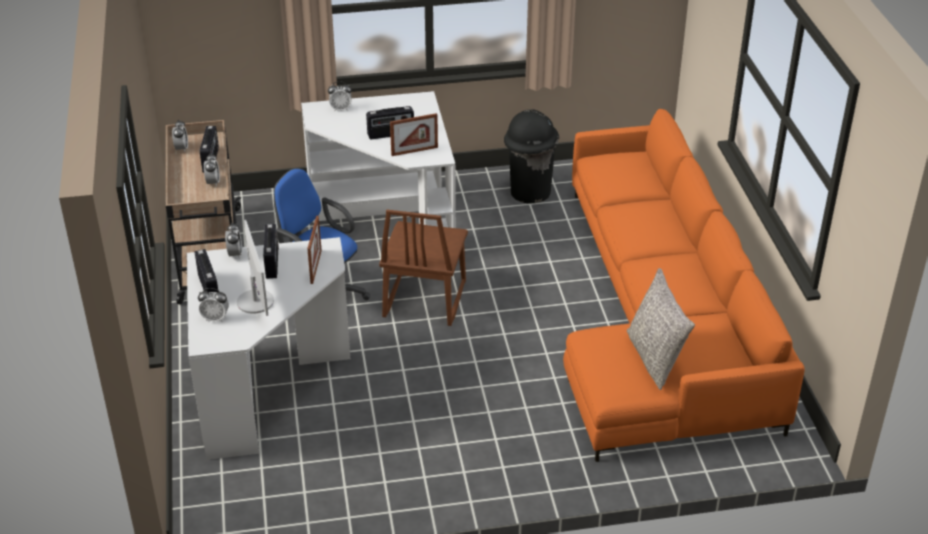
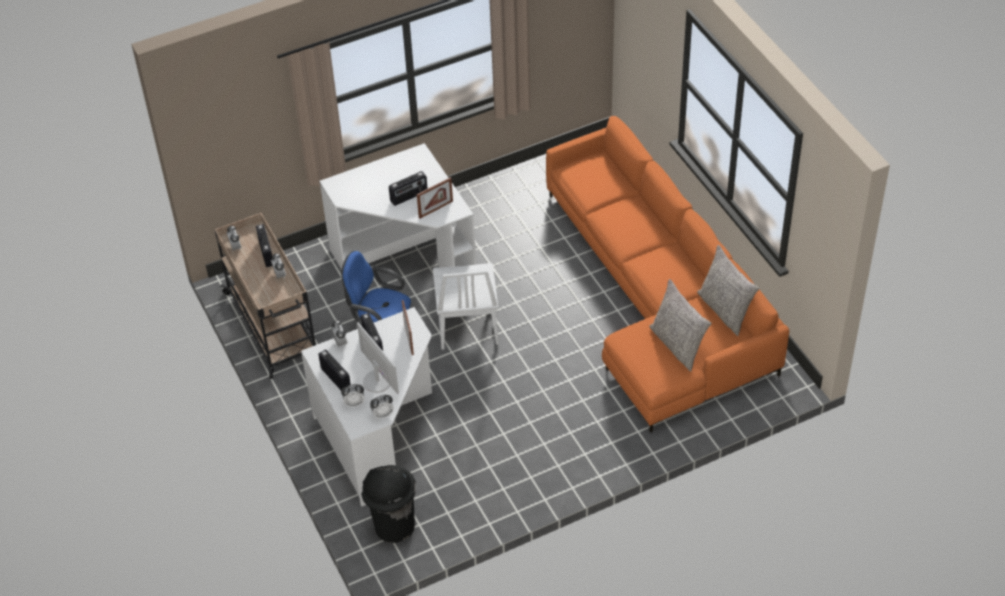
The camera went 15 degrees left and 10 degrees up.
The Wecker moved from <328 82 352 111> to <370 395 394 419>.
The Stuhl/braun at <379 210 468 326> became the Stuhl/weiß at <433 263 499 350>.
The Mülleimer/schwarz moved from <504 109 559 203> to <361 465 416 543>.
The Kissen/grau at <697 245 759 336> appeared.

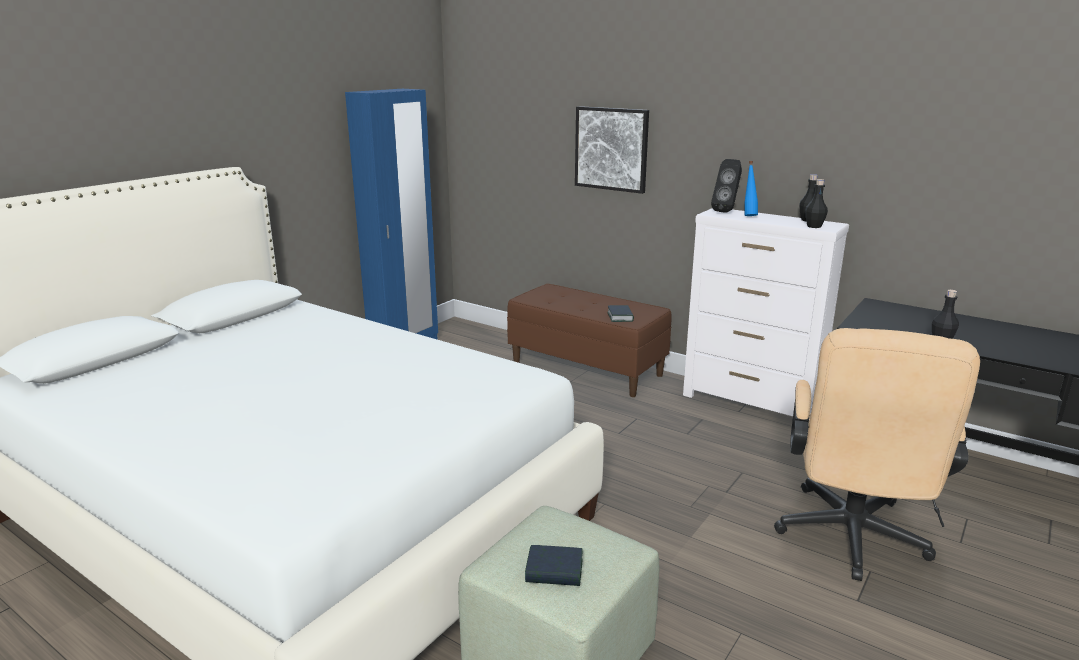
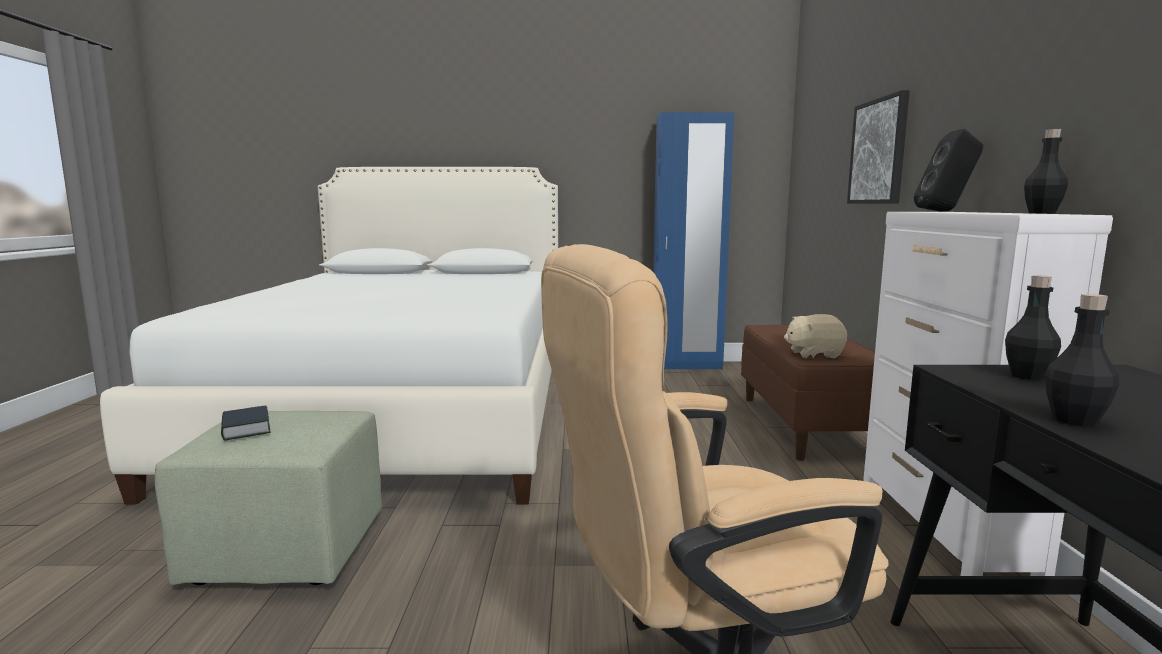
The camera went 55 degrees right and 10 degrees down.
The Buch at <608 305 634 322> was replaced by the Plüschtier/beige at <784 314 847 358>.
The Flasche/blau at <744 161 758 216> disappeared.
The Flasche/schwarz moved from <805 179 828 228> to <1005 275 1061 380>.

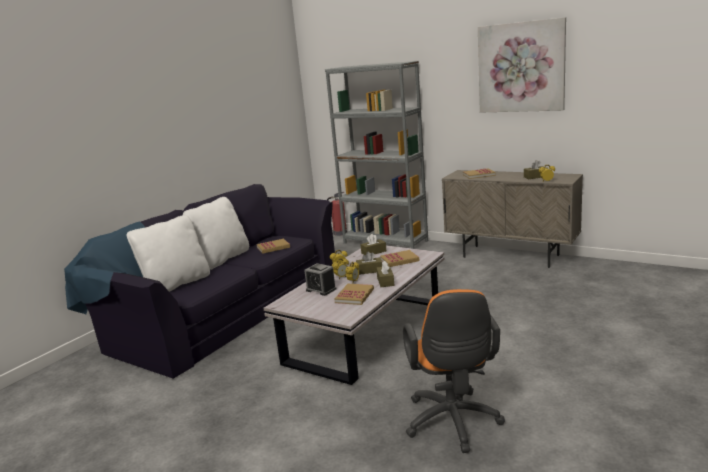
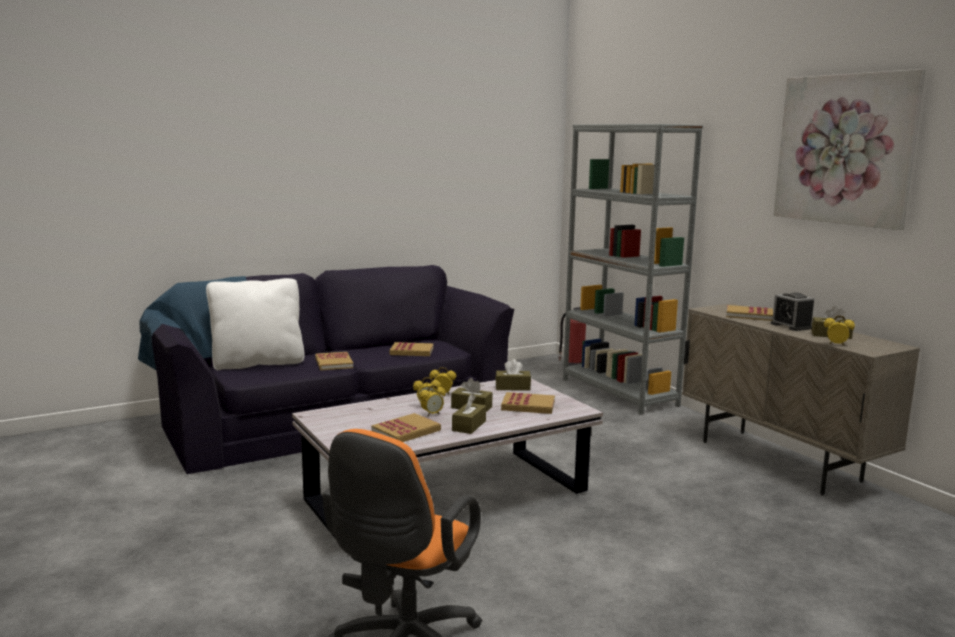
The camera went 25 degrees right and 5 degrees down.
The Kissen/weiß at <183 197 249 270> disappeared.
The Wecker moved from <304 263 337 296> to <771 293 814 331>.
The Buch at <315 352 353 370> appeared.

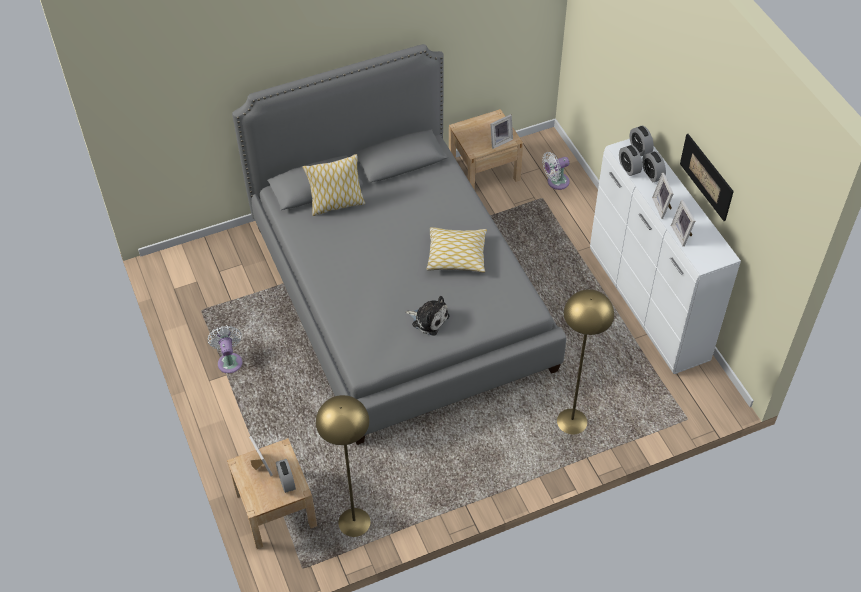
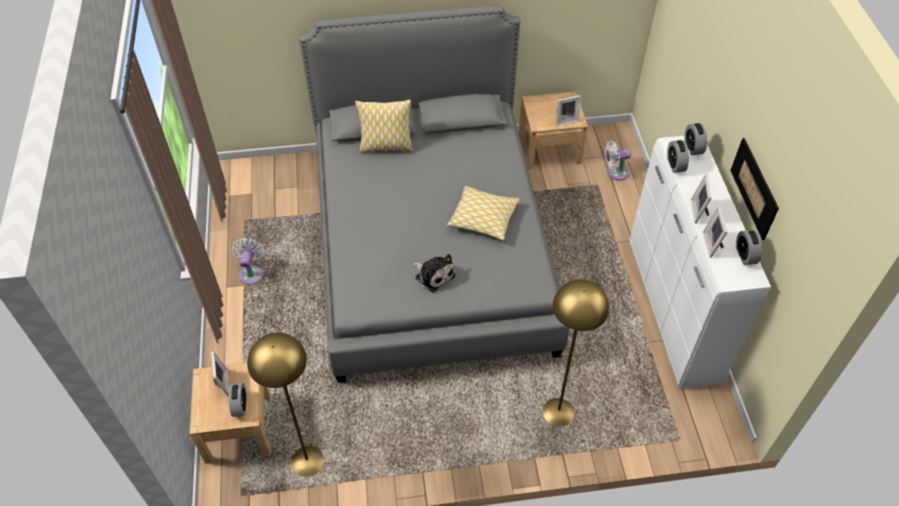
The camera went 15 degrees right and 0 degrees up.
The Wecker moved from <642 151 666 182> to <736 230 762 265>.

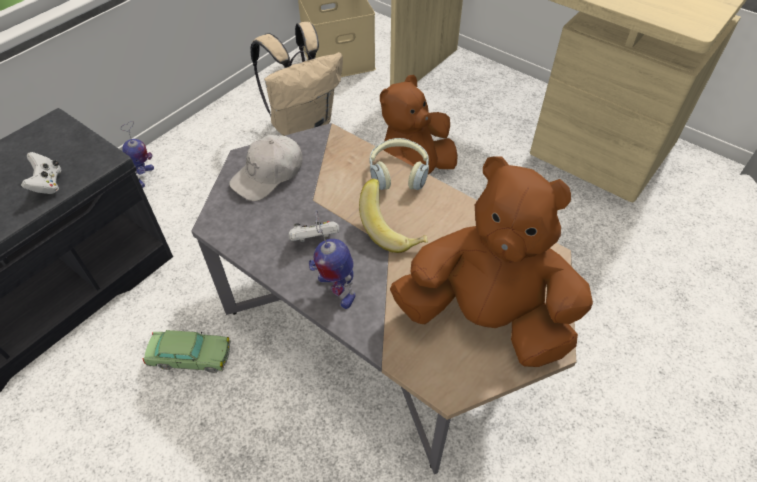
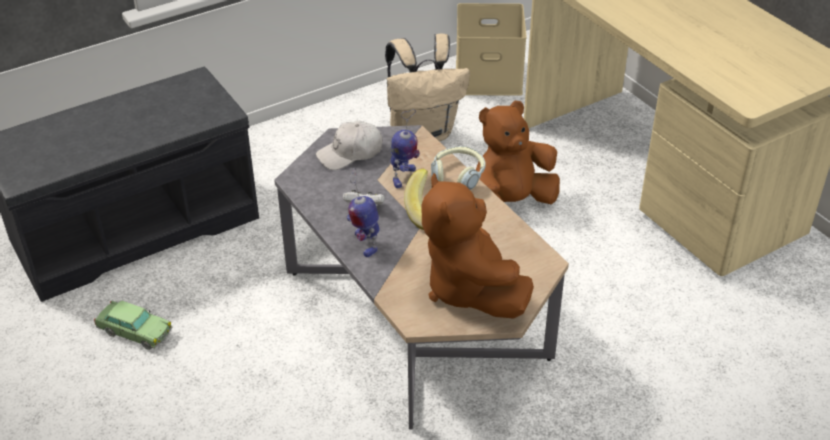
The camera went 20 degrees right and 10 degrees down.
The Gamepad/weiß at <21 152 61 194> disappeared.
The Spielzeugroboter moved from <121 121 154 188> to <390 109 420 188>.
The Spielzeugauto moved from <143 330 231 373> to <94 300 173 350>.
The Plüschtier/braun at <390 156 593 367> turned 150 degrees counterclockwise.

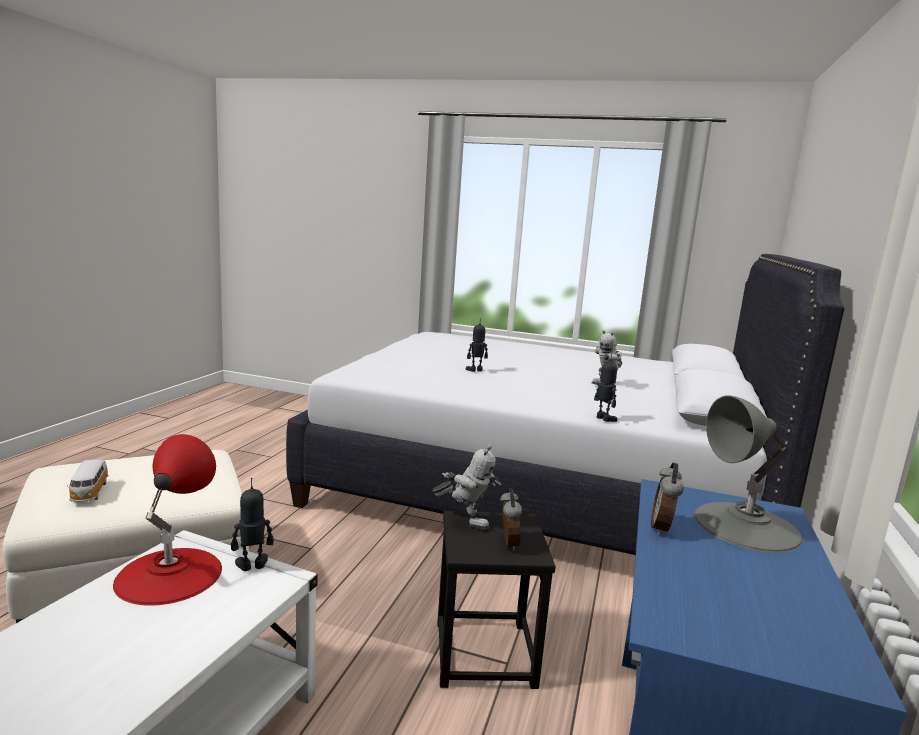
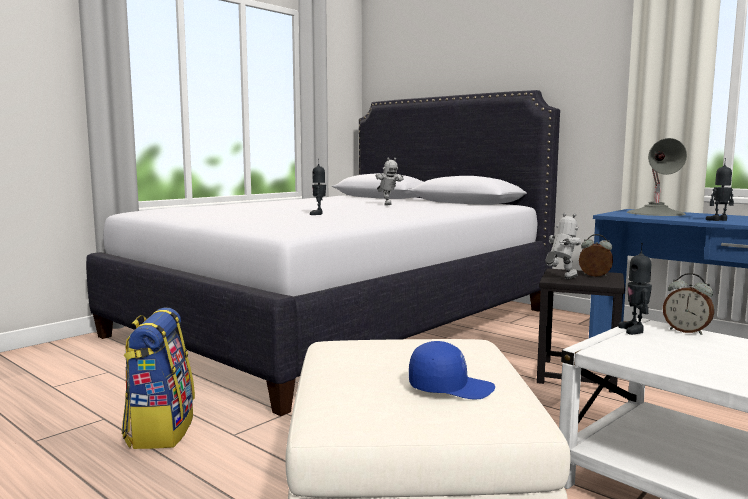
The camera went 65 degrees left and 5 degrees down.
The Spielzeugauto at <67 459 109 502> was replaced by the Kappe/blau at <409 341 495 399>.
The Tischlampe/rot at <113 434 222 606> disappeared.
The Spielzeugroboter moved from <594 353 618 422> to <706 158 734 221>.
The Wecker moved from <651 463 684 535> to <663 273 714 335>.
The Rucksack at <122 308 195 449> appeared.

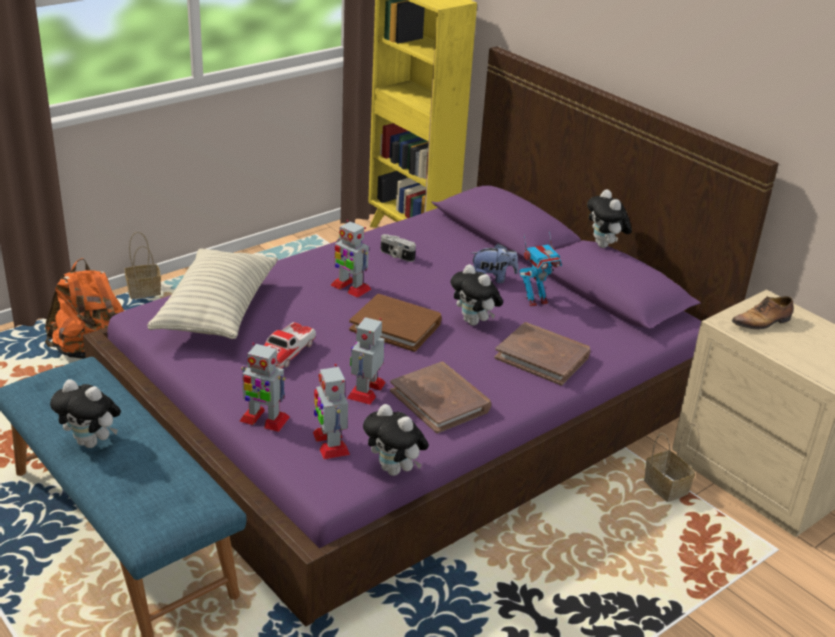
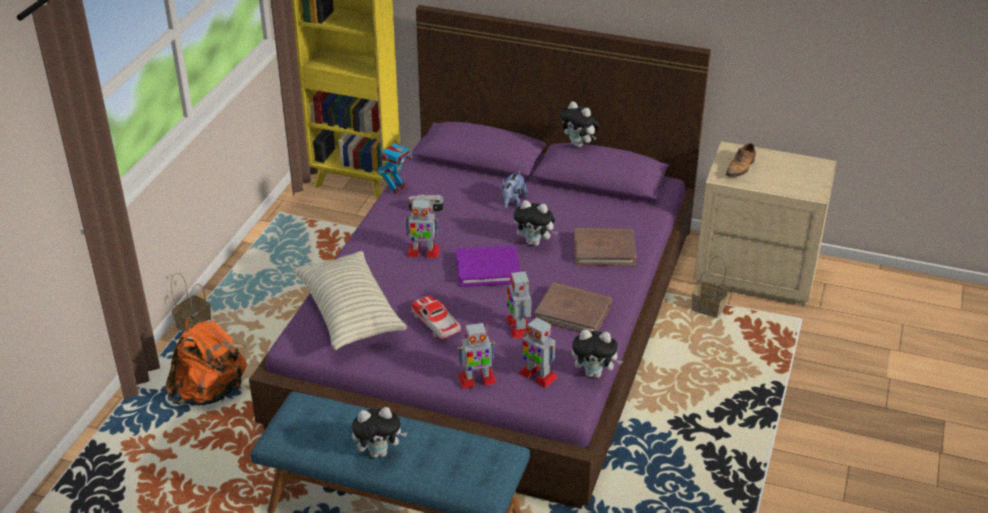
The camera went 30 degrees left and 5 degrees up.
The Spielzeugauto at <264 322 316 369> turned 150 degrees clockwise.
The Buch/braun at <349 294 442 352> became the Buch/lila at <456 245 521 287>.
The Plüschtier at <471 243 518 283> turned 150 degrees clockwise.
The Spielzeugroboter moved from <520 231 562 307> to <377 132 412 194>.

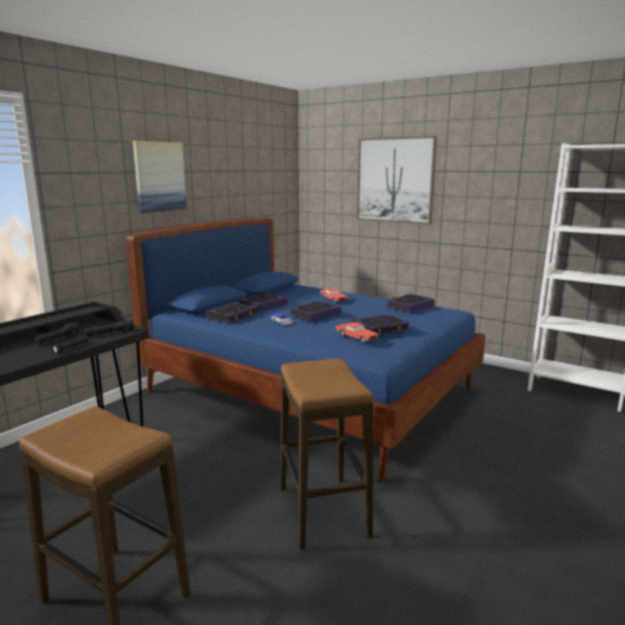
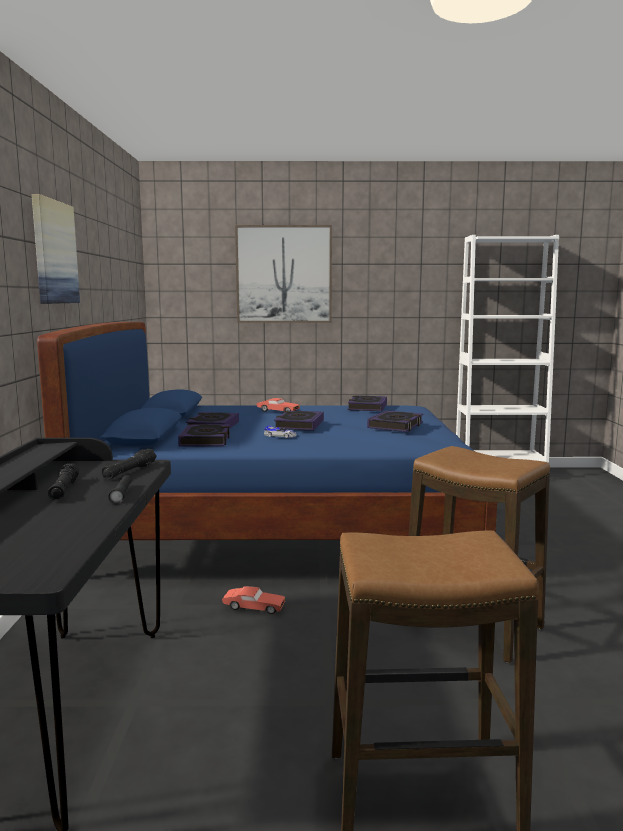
The camera went 35 degrees left and 5 degrees down.
The Spielzeugauto/rot moved from <336 322 378 343> to <222 586 285 614>.

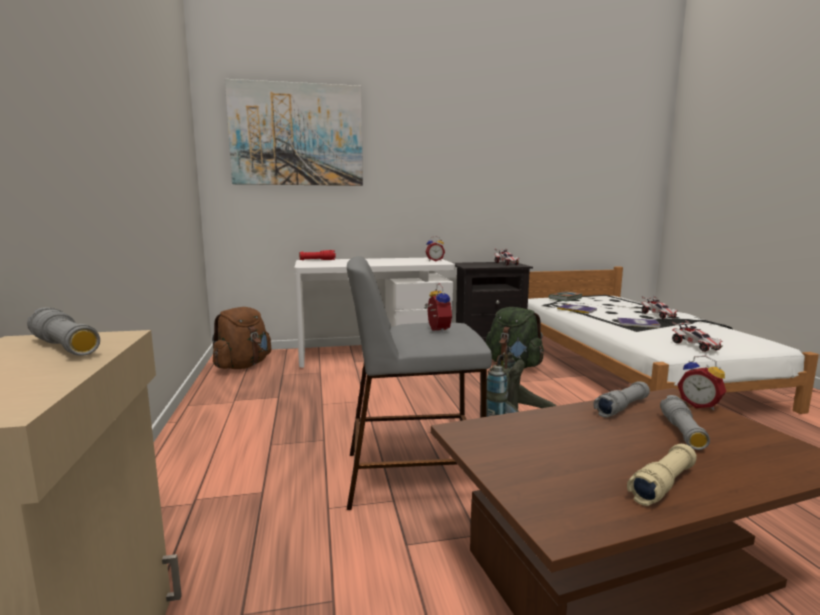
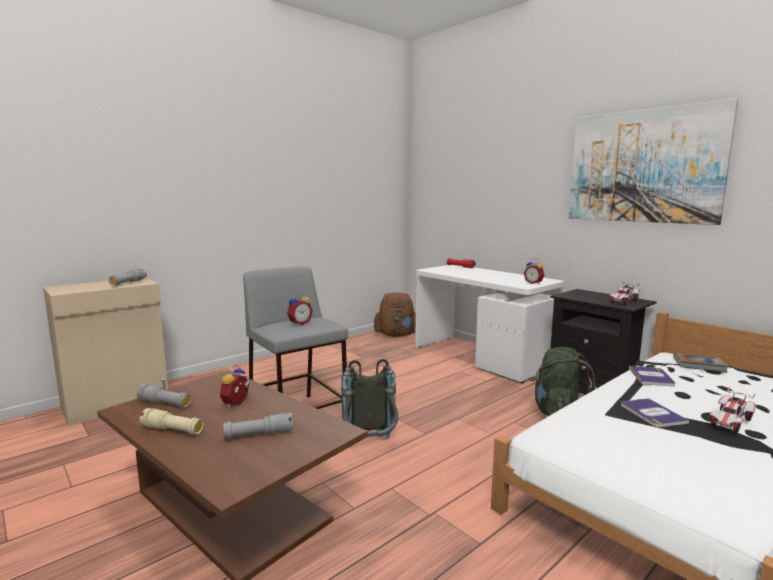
The camera went 60 degrees right and 0 degrees up.
The Bild moved from <225 79 363 186> to <569 98 739 225>.
The Taschenlampe/grau moved from <593 381 650 417> to <136 384 191 407>.
The Spielzeugauto at <672 320 723 352> disappeared.
The Wecker moved from <677 356 726 410> to <220 365 249 408>.

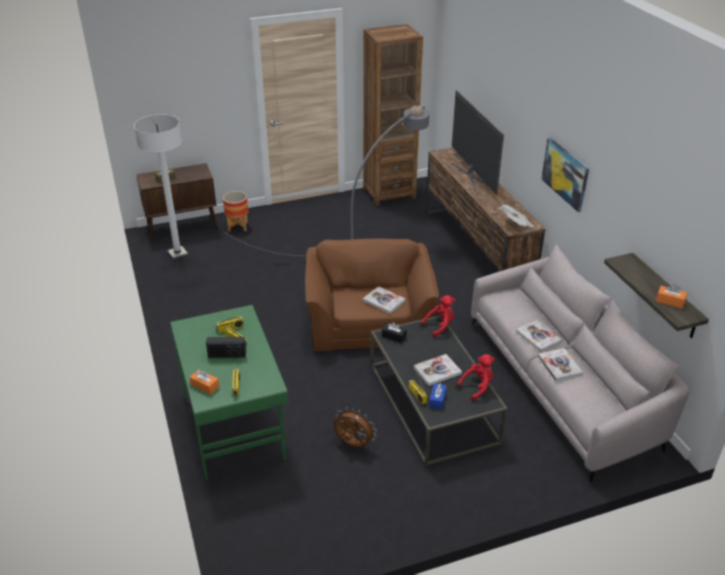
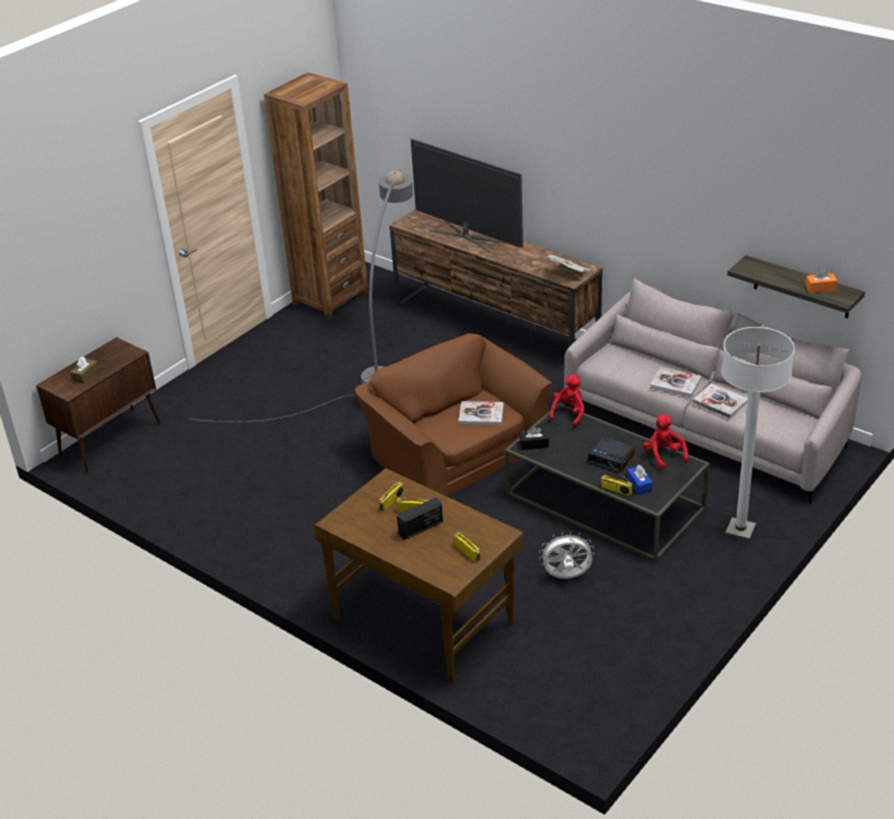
The camera went 30 degrees left and 0 degrees up.
The Stehlampe/weiß moved from <134 114 188 259> to <721 327 795 540>.
The Schreibtisch/grün at <170 305 288 480> became the Schreibtisch/braun at <314 468 523 684>.
The Taschentuchbox/orange at <190 369 219 395> disappeared.
The Pflanzkübel at <223 191 248 232> disappeared.
The Ventilator/braun at <334 407 376 448> became the Ventilator/weiß at <539 531 594 579>.
The Buch at <414 354 462 386> was replaced by the Wecker at <587 436 635 473>.
The Plüschtier/rot at <457 354 495 401> turned 45 degrees counterclockwise.
The Bild at <541 138 589 212> disappeared.

